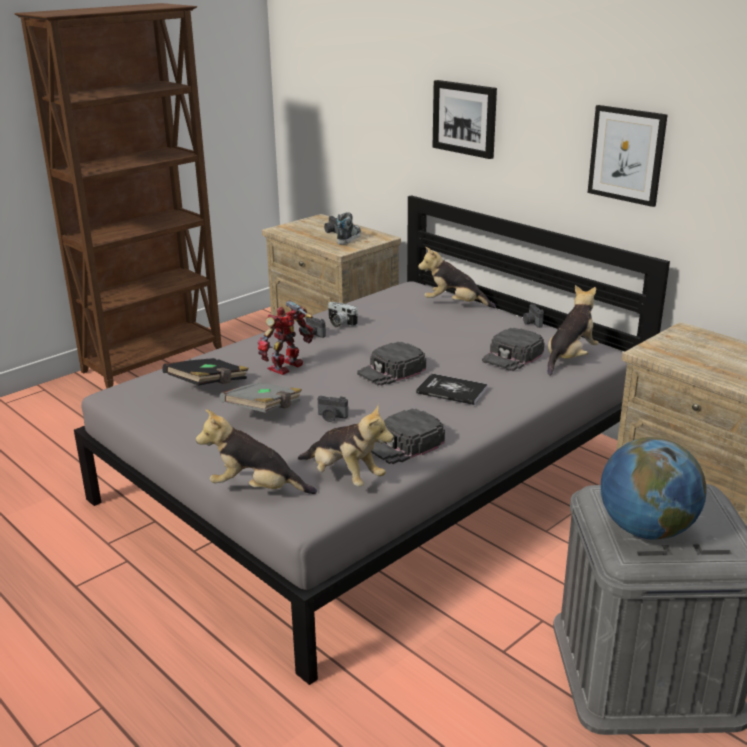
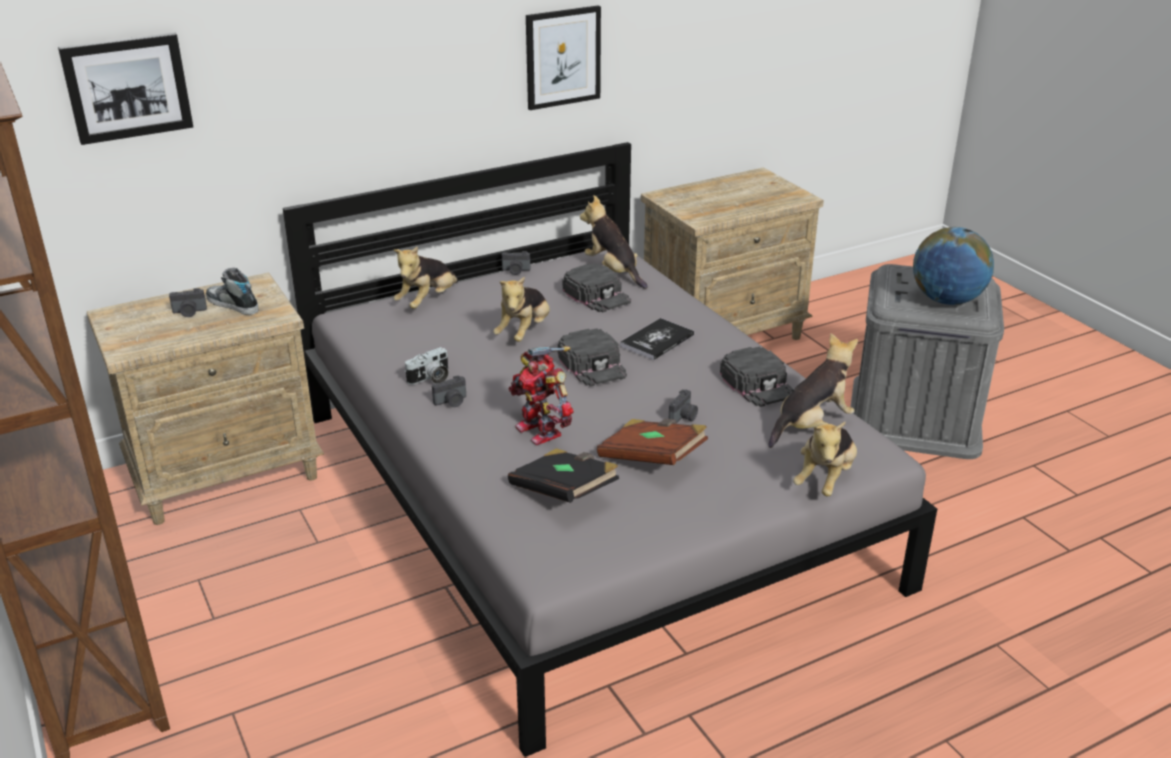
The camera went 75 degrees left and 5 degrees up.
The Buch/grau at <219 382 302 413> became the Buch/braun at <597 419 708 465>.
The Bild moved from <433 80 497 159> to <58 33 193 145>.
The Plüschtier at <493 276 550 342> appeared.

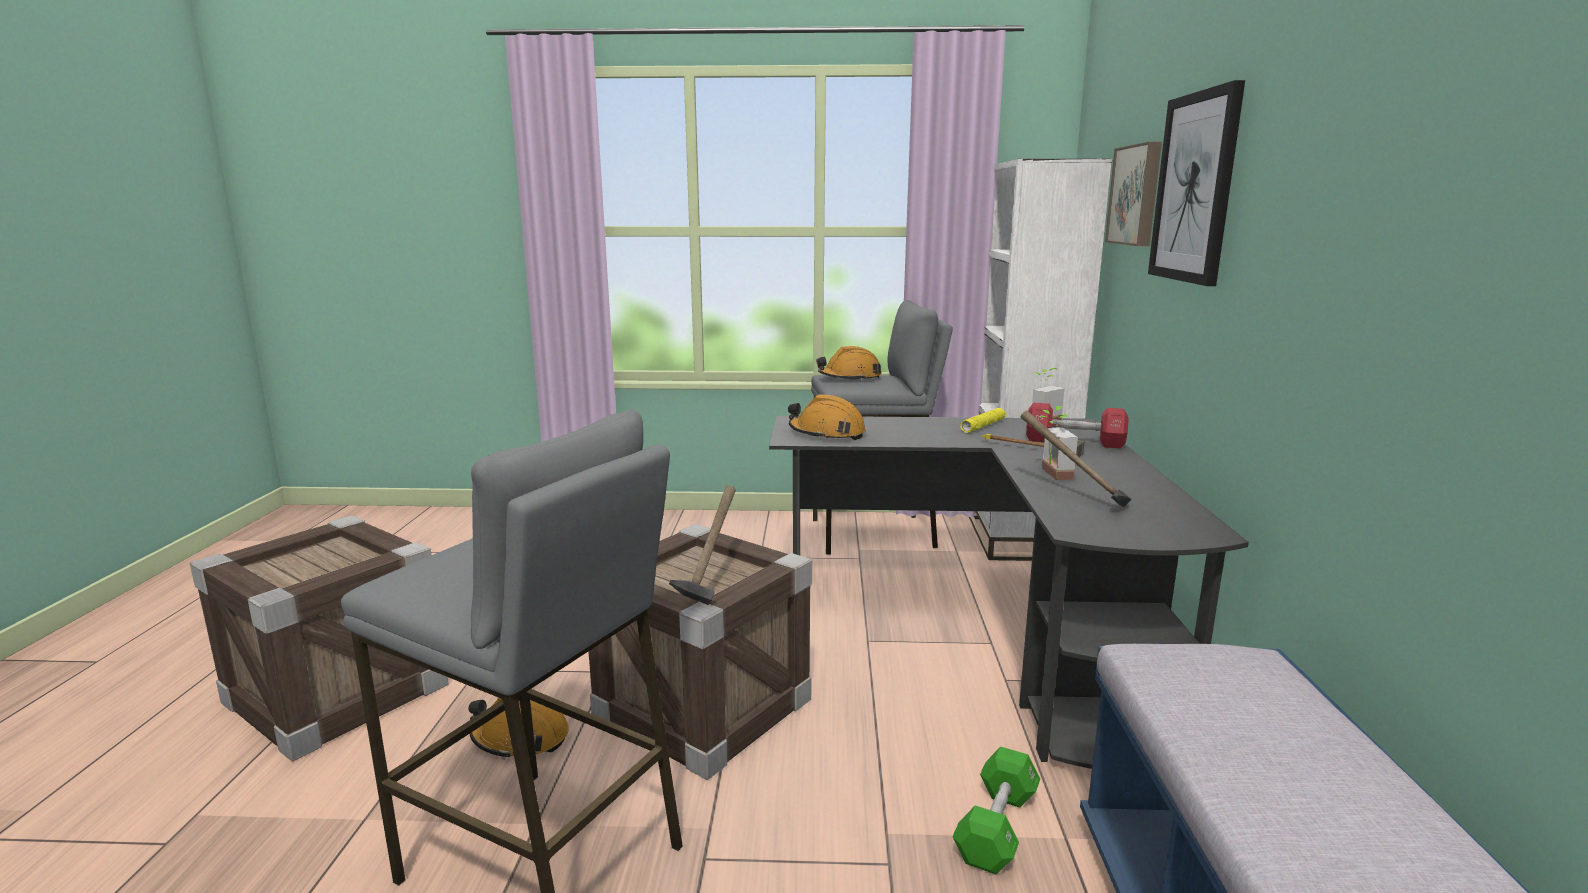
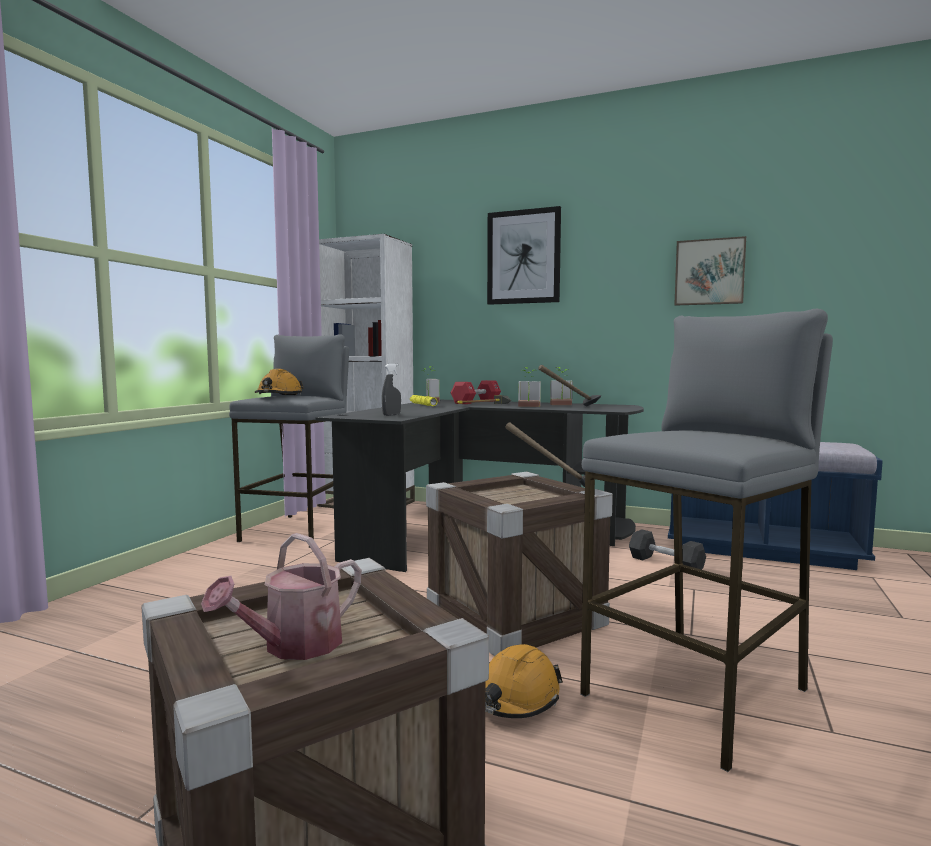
The camera went 70 degrees left and 10 degrees down.
The Schutzhelm/orange at <788 394 866 440> was replaced by the Sprühflasche/grau at <382 364 401 416>.
The Hantel/grün at <952 746 1040 874> became the Hantel/schwarz at <629 529 706 570>.
The Bild moved from <1105 142 1162 246> to <674 236 746 306>.
The Gießkanne at <201 533 361 660> appeared.
The Topfpflanze at <550 367 573 405> appeared.

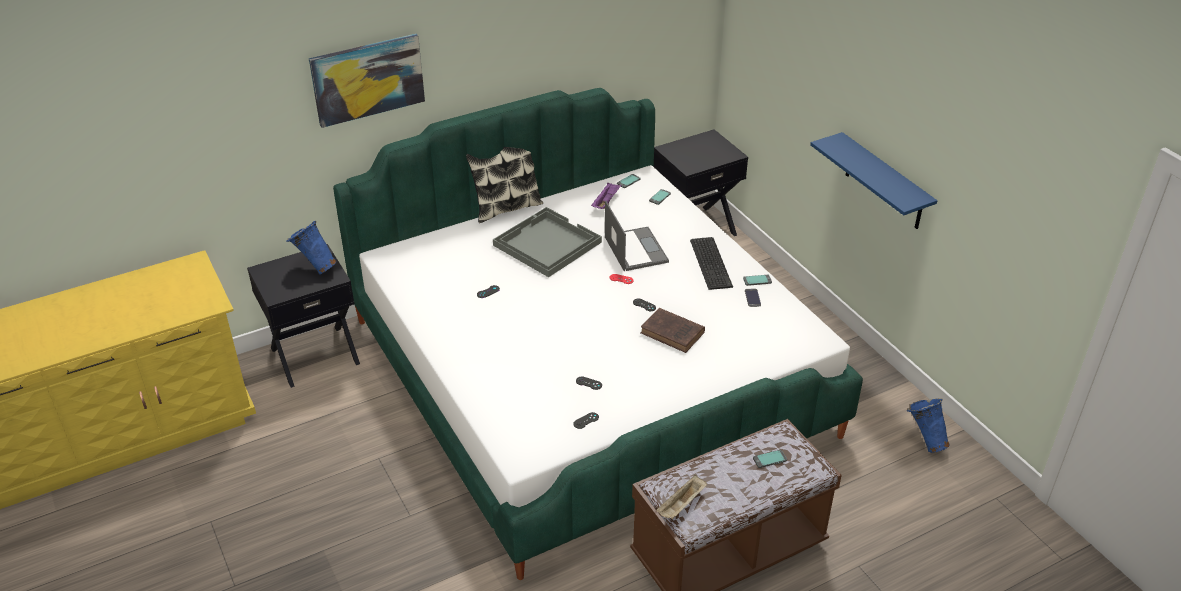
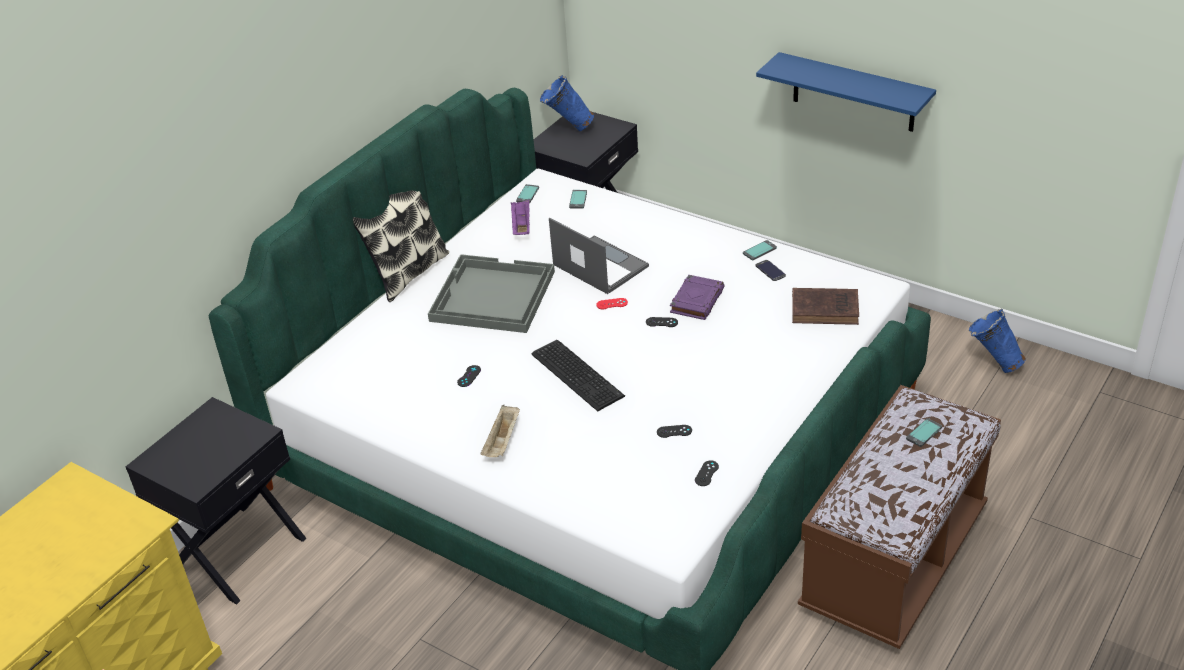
The camera went 25 degrees left and 0 degrees up.
The Vase/blau moved from <286 221 337 274> to <540 75 594 131>.
The Bild at <309 34 425 128> disappeared.
The Buch/braun moved from <640 308 705 353> to <792 288 859 325>.
The Tablett/beige moved from <656 475 707 520> to <481 404 520 457>.
The Tastatur moved from <690 237 733 290> to <532 340 625 411>.
The Buch/lila at <670 275 725 320> appeared.

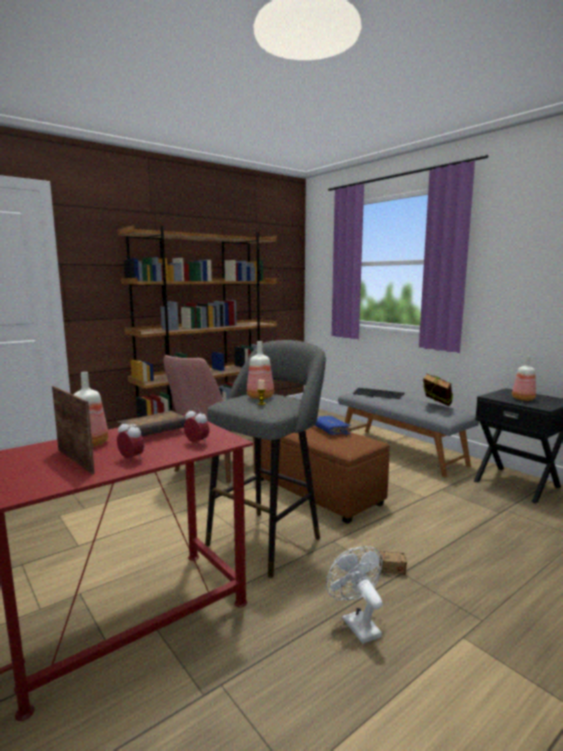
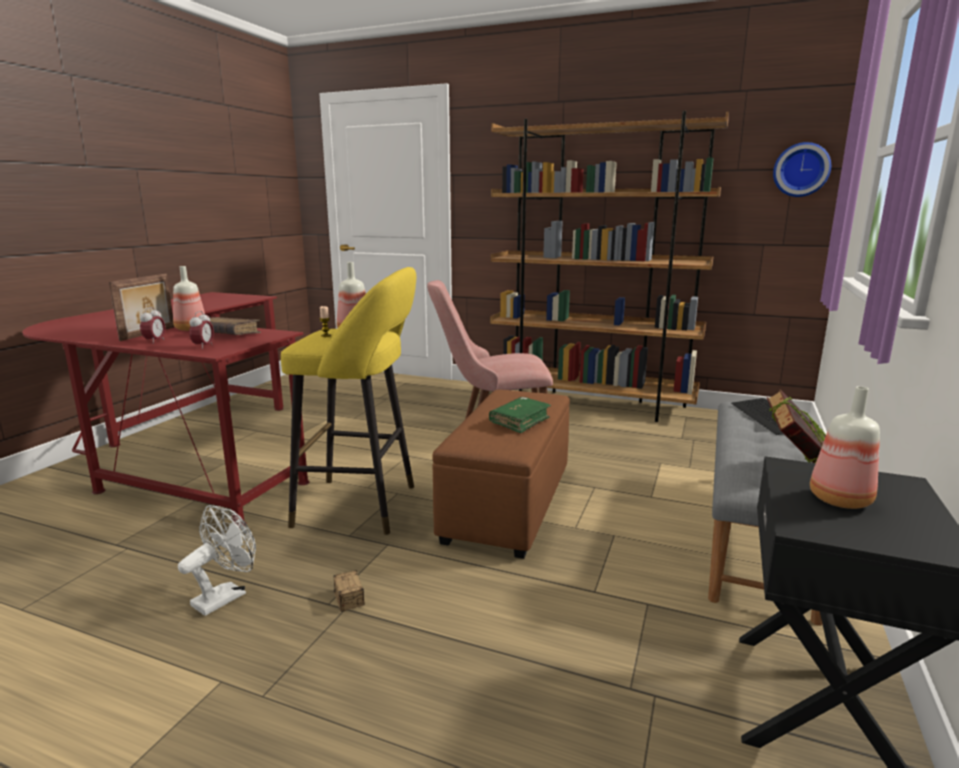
The camera went 60 degrees right and 5 degrees up.
The Hocker/grau at <205 340 326 578> became the Hocker/gelb at <281 267 416 535>.
The Buch/blau at <315 416 351 435> became the Buch/grün at <489 397 551 433>.
The Wanduhr at <773 142 831 197> appeared.

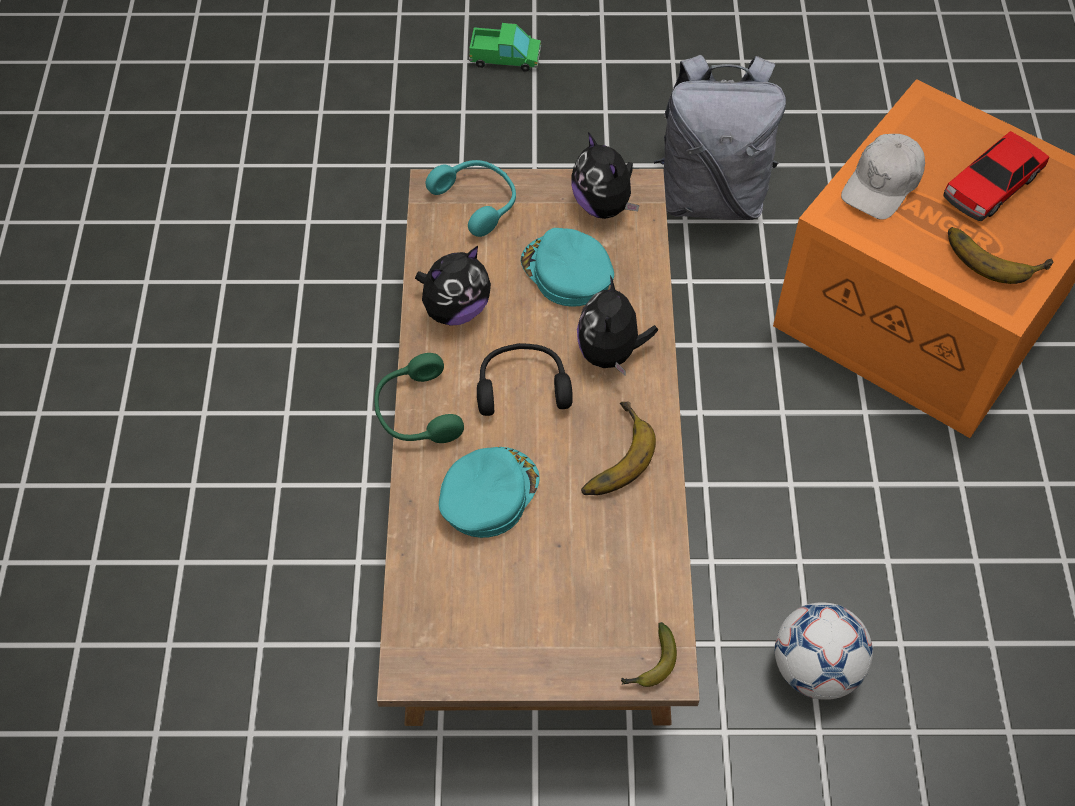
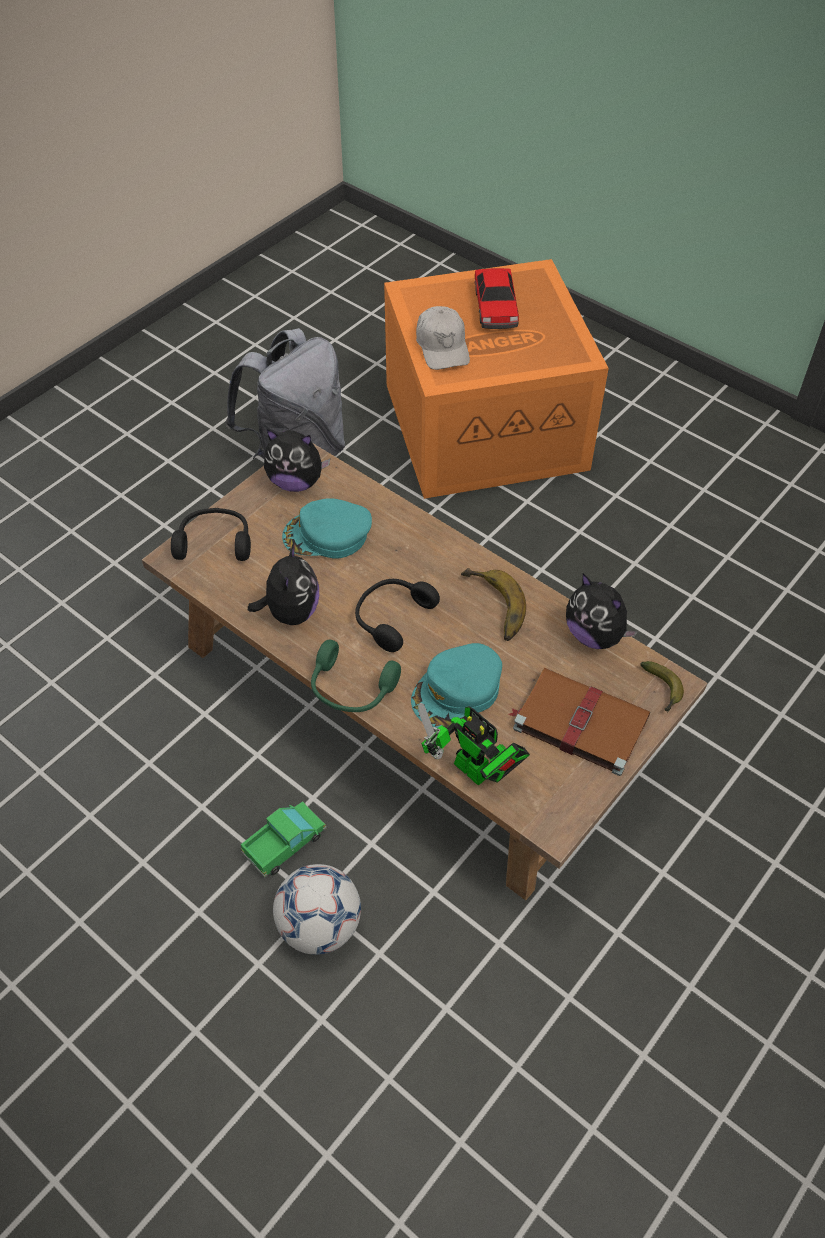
The camera went 50 degrees left and 5 degrees down.
The Kopfhörer/türkis at <426 160 516 237> became the Kopfhörer/schwarz at <171 508 251 561>.
The Kappe/türkis at <439 446 540 538> turned 120 degrees counterclockwise.
The Spielzeuglaster moved from <469 23 541 72> to <241 801 327 878>.
The Plüschtier moved from <577 275 658 376> to <566 573 638 649>.
The Fußball moved from <775 603 873 700> to <273 864 361 955>.
The Banane at <948 227 1054 284> disappeared.
The Spielzeugroboter at <418 703 530 786> appeared.
The Buch/braun at <509 668 650 776> appeared.

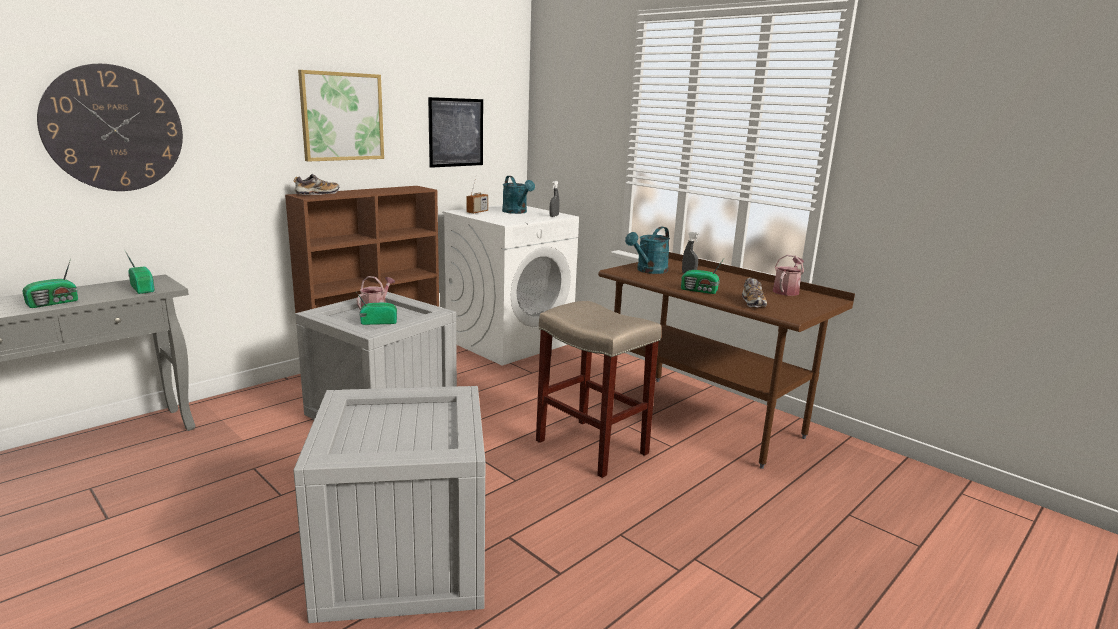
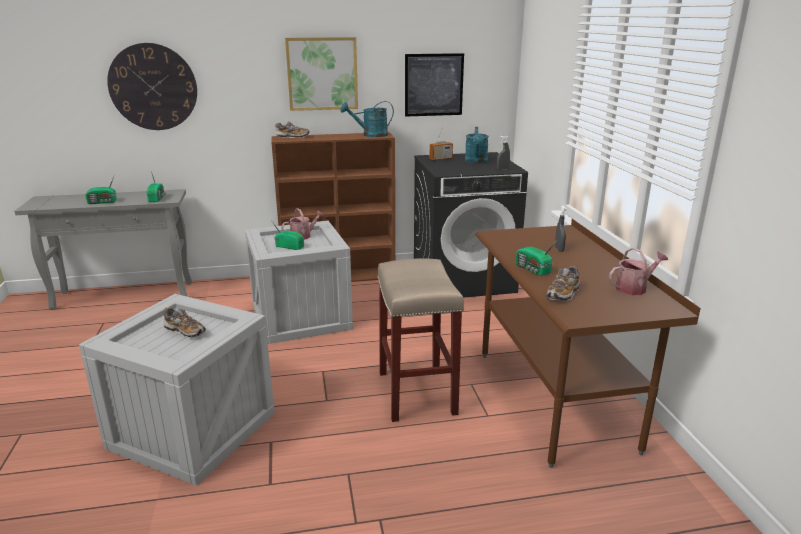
The camera went 35 degrees right and 5 degrees up.
The Waschmaschine/weiß at <442 205 579 366> became the Waschmaschine/schwarz at <414 152 528 298>.
The Gießkanne/türkis moved from <625 226 670 274> to <341 101 394 137>.
The Schuh at <164 307 206 338> appeared.

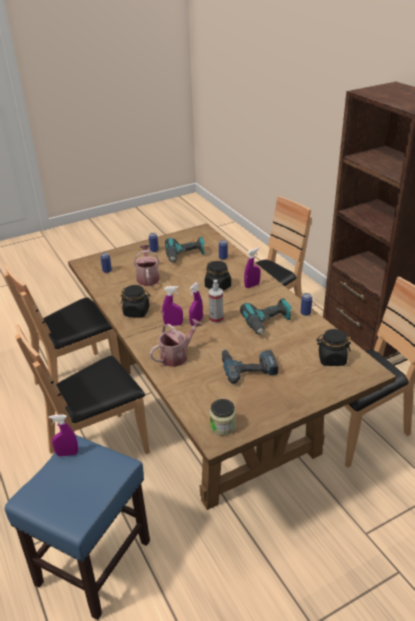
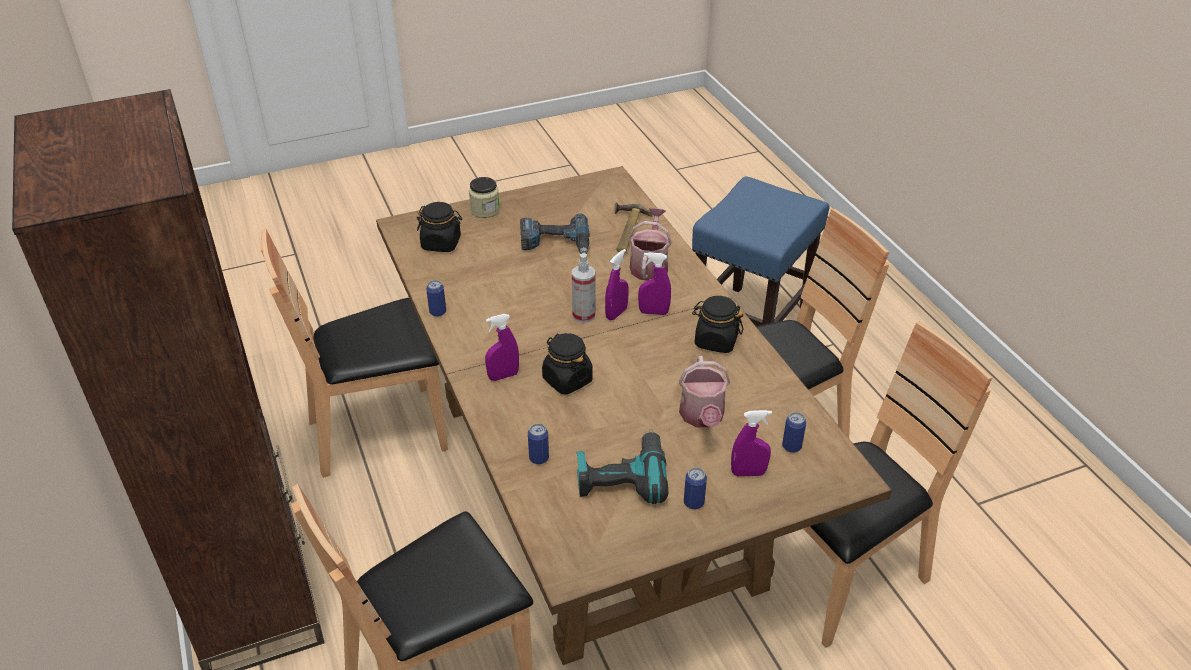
The camera went 175 degrees left and 5 degrees up.
The Sprühflasche/lila moved from <49 414 78 457> to <731 410 772 476>.
The Gießkanne at <150 319 203 367> turned 135 degrees clockwise.
The Vorratsglas moved from <210 399 236 436> to <469 177 500 218>.
The Bohrmaschine at <240 298 292 335> disappeared.
The Hammer at <615 202 653 252> appeared.

